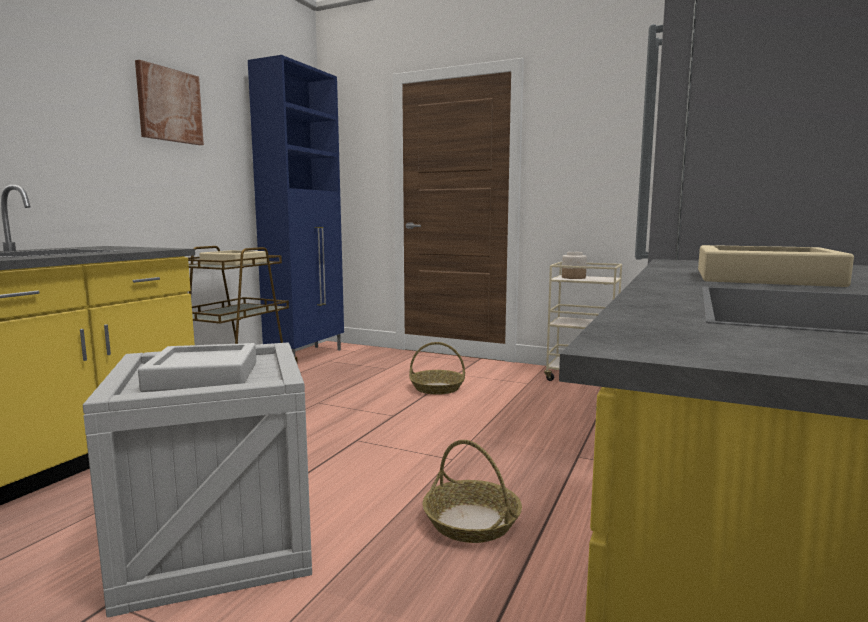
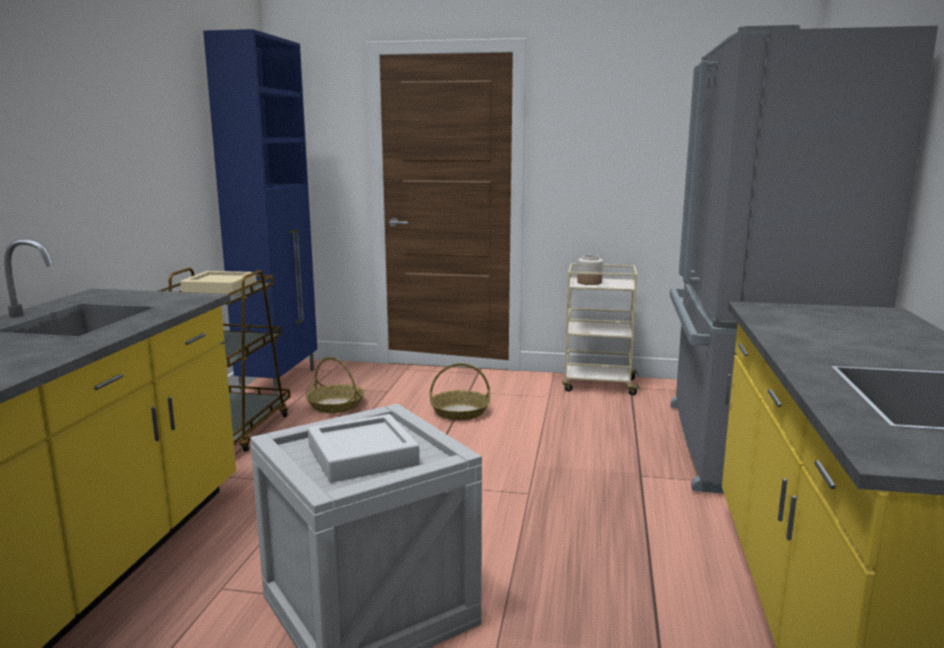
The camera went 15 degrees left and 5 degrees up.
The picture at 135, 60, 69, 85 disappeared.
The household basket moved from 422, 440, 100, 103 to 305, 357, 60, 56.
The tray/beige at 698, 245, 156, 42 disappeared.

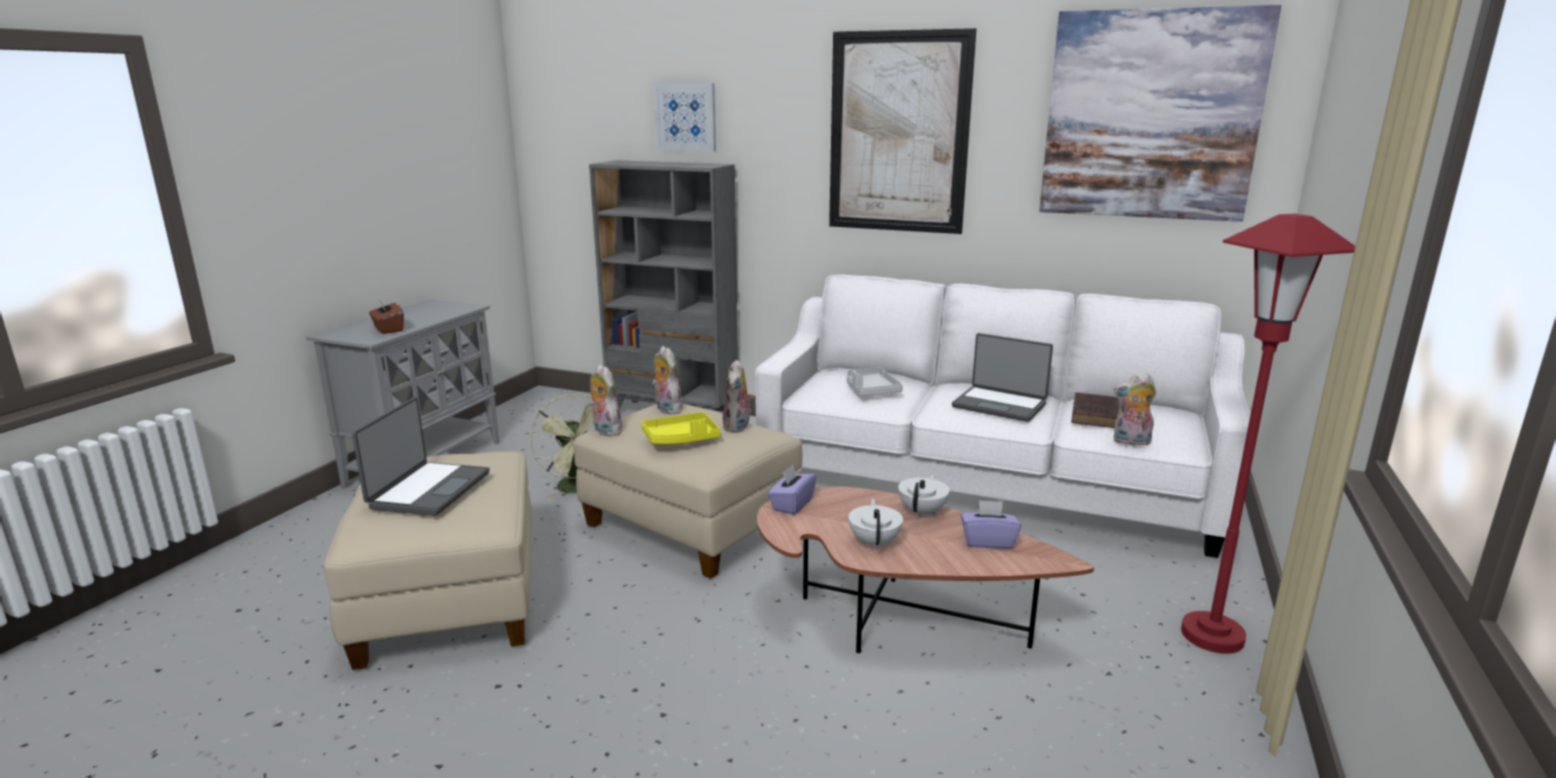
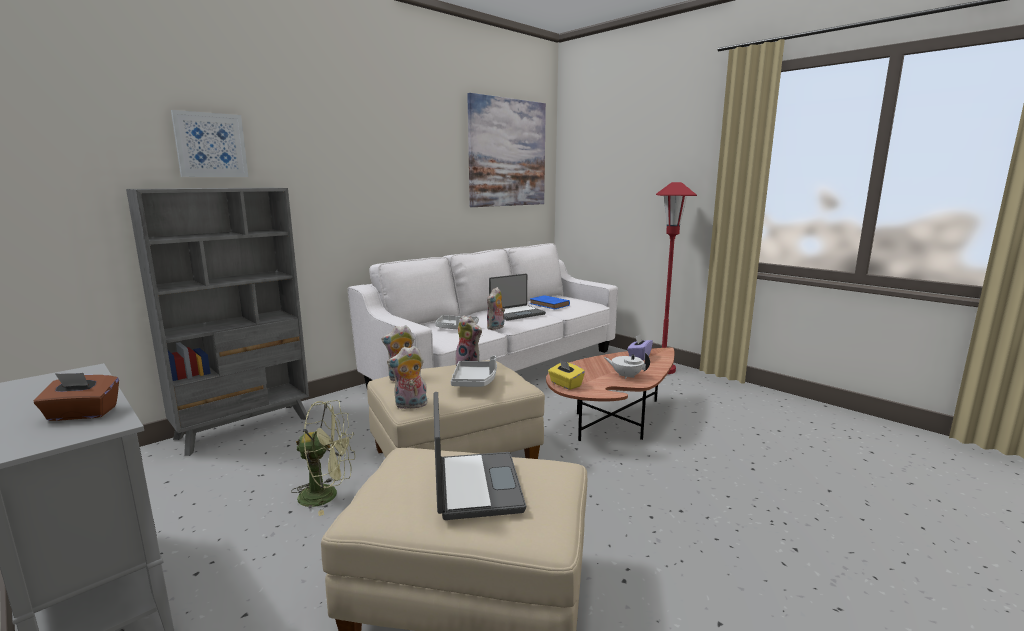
The camera went 65 degrees left and 5 degrees down.
The notebook computer at 352, 397, 138, 119 turned 45 degrees clockwise.
The tray/yellow at 641, 412, 80, 32 became the tray/greyish at 451, 356, 46, 31.
The tissue holder/purple-coloured at 768, 465, 48, 50 became the tissue holder/yellow at 548, 359, 37, 31.
The picture at 829, 28, 148, 206 disappeared.
The tea pot/whitish at 898, 473, 52, 45 disappeared.
The bound book/brownish at 1071, 393, 48, 35 became the bound book/bluish at 530, 295, 40, 14.
The cuddly toy moved from 1114, 373, 42, 72 to 487, 287, 18, 43.

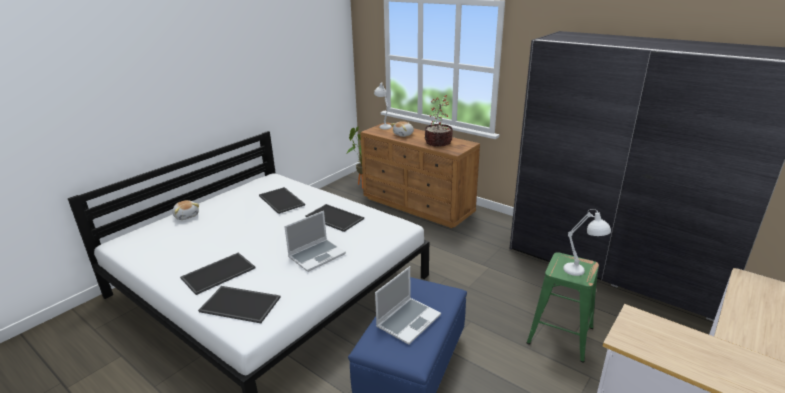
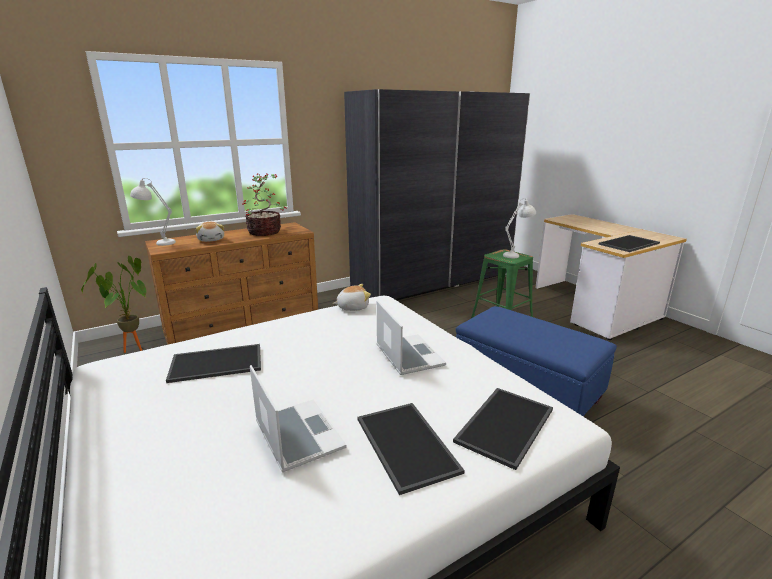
The camera went 70 degrees left and 5 degrees down.
The cuddly toy moved from 173, 200, 26, 20 to 333, 284, 38, 27.
The tray moved from 306, 204, 58, 28 to 598, 235, 62, 17.
The notebook computer moved from 375, 266, 66, 79 to 250, 365, 97, 107.

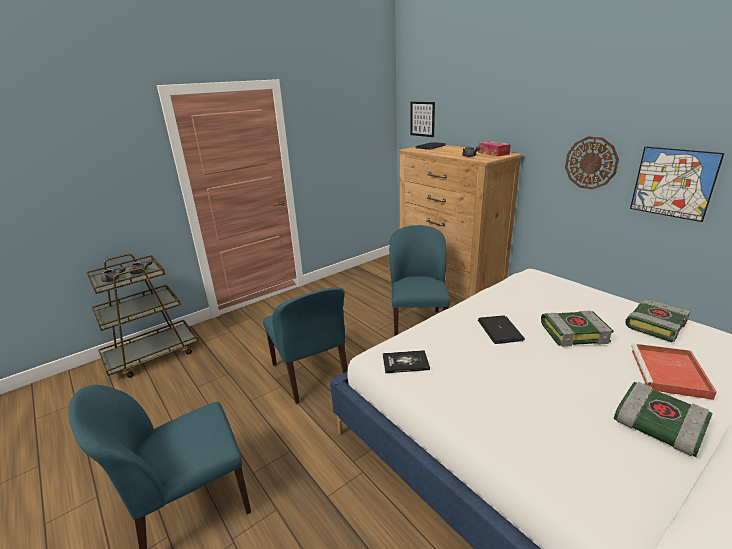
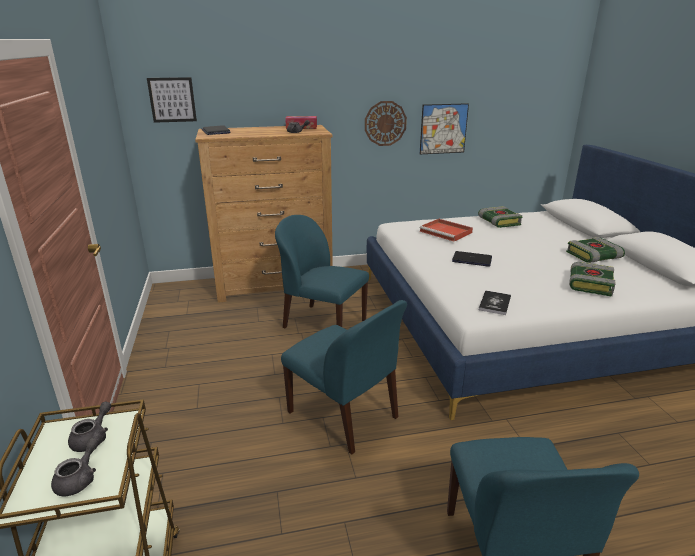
The camera went 65 degrees left and 0 degrees up.
The chair/bluish at 263, 287, 85, 117 turned 45 degrees clockwise.
The bound book moved from 541, 311, 73, 36 to 569, 262, 47, 34.
The tray/reddish moved from 631, 344, 86, 56 to 420, 219, 53, 23.

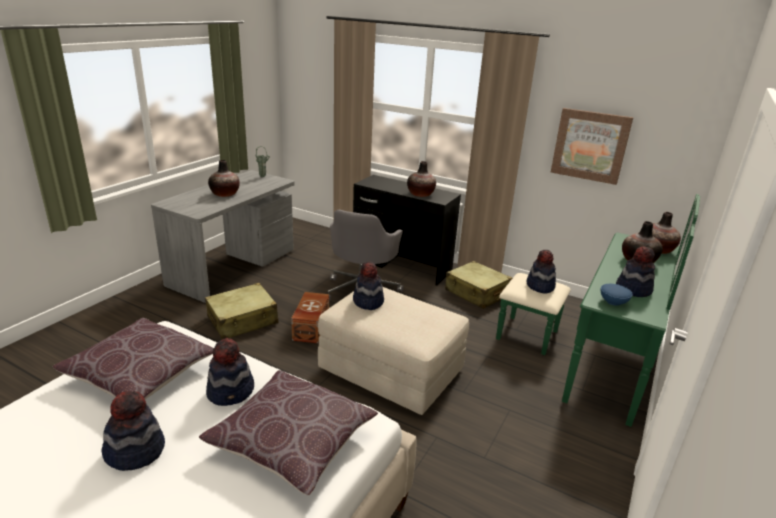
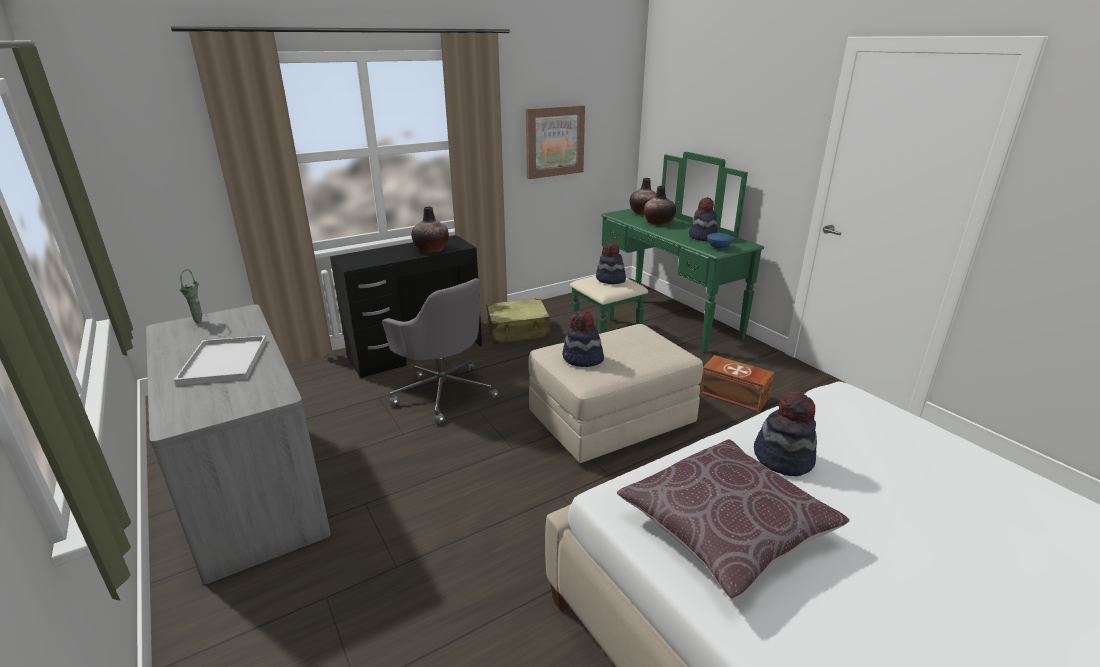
The camera went 60 degrees left and 0 degrees up.
The clothing hat at 102, 391, 63, 80 disappeared.
The throw pillow/brownish at 199, 370, 179, 125 disappeared.
The travel case/beige at 205, 283, 73, 56 disappeared.
The flower vase at 208, 160, 32, 37 was replaced by the tray/whitish at 174, 335, 93, 51.
The storage container/brownish moved from 291, 292, 38, 51 to 700, 355, 74, 58.

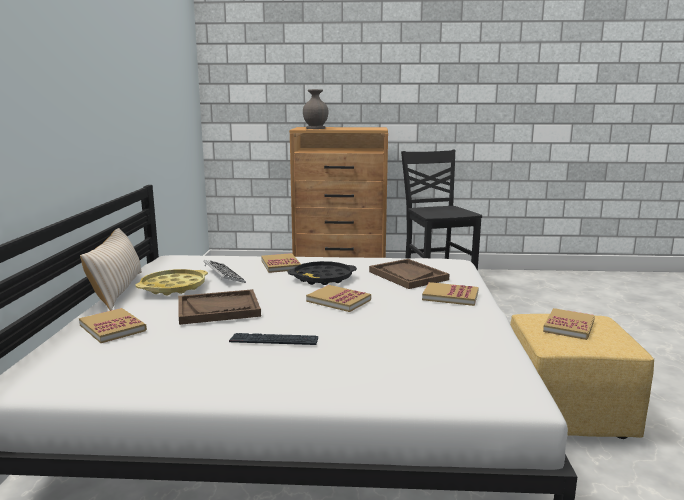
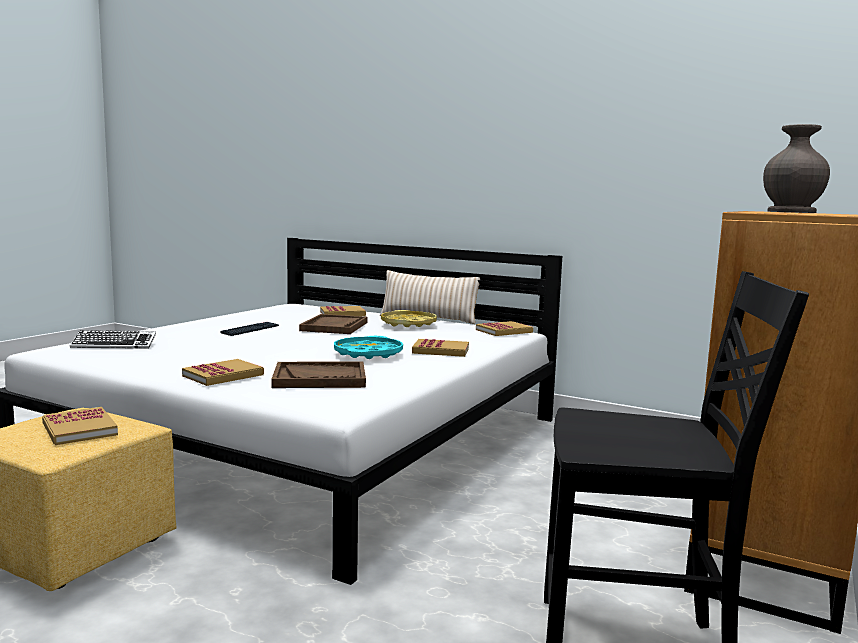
The camera went 115 degrees right and 5 degrees down.
The computer keyboard moved from 203, 260, 43, 23 to 70, 330, 86, 19.
The tray/blackish at 288, 261, 69, 24 became the tray/turquoise at 334, 336, 69, 23.
The bound book moved from 306, 285, 65, 27 to 476, 321, 57, 15.

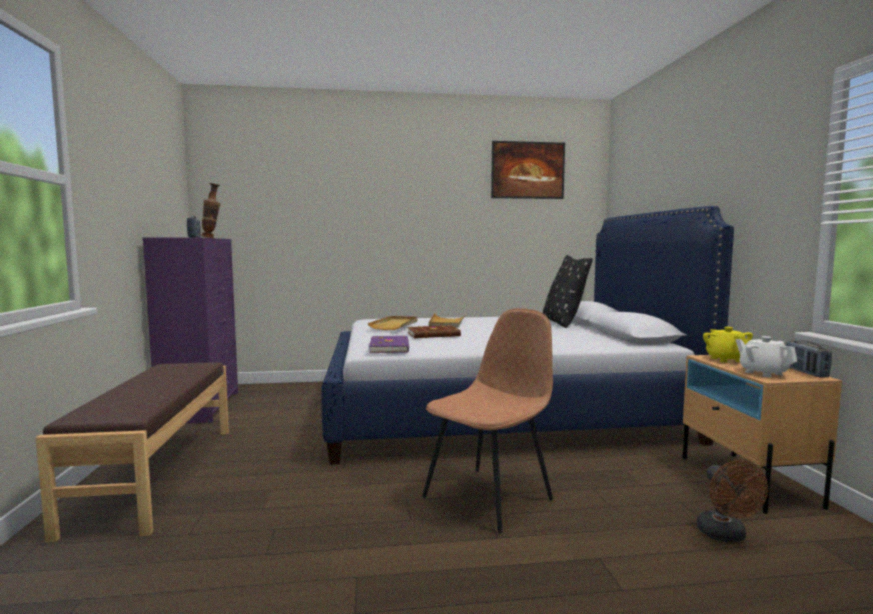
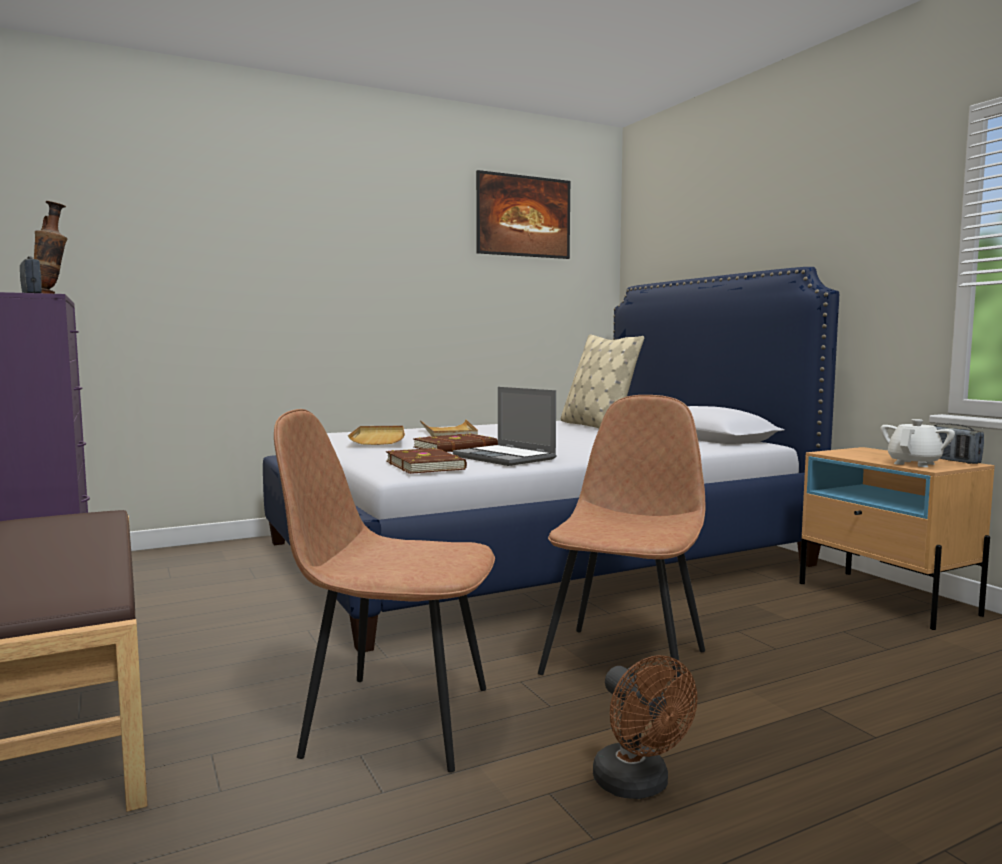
The camera went 20 degrees left and 0 degrees up.
The bound book/purple-coloured at 369, 336, 40, 17 became the bound book/brownish at 386, 448, 81, 26.
The throw pillow/blackish at 543, 255, 50, 73 became the throw pillow/beige at 561, 335, 83, 93.
The fan/brownish moved from 697, 460, 71, 82 to 593, 655, 105, 144.
The tea pot/yellow at 703, 327, 50, 36 disappeared.
The tea pot/whitish at 735, 336, 62, 41 turned 90 degrees clockwise.
The chair/brownish at 274, 409, 221, 363 appeared.
The notebook computer at 453, 387, 103, 79 appeared.

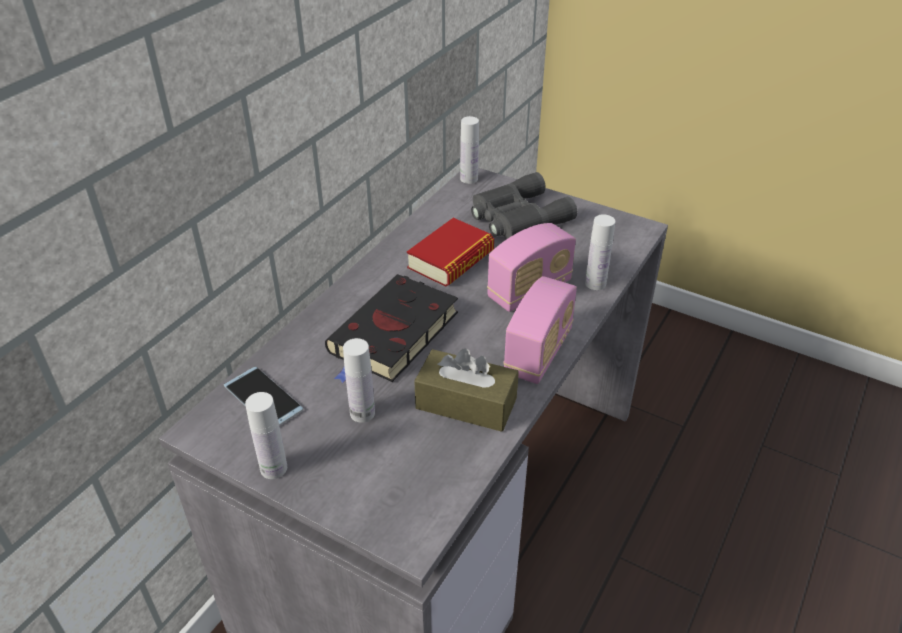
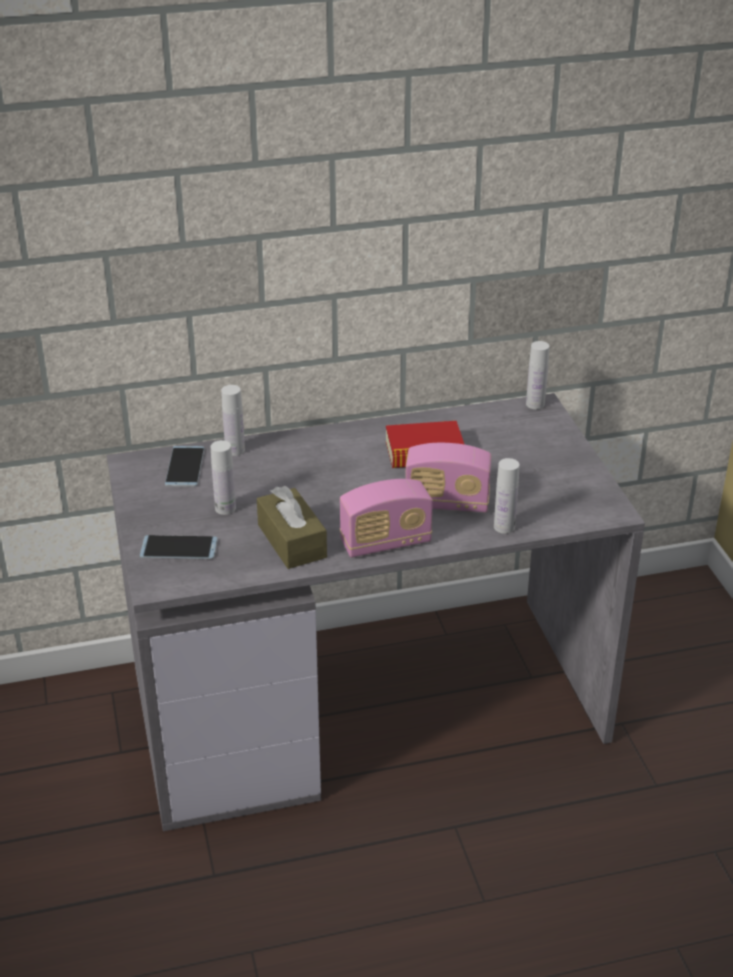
The camera went 45 degrees right and 5 degrees down.
The drink bottle/whitish moved from 245, 392, 42, 87 to 221, 385, 24, 71.
The bound book/blackish at 325, 274, 133, 109 disappeared.
The binoculars/greyish at 471, 172, 106, 66 disappeared.
The phone at 139, 535, 79, 24 appeared.

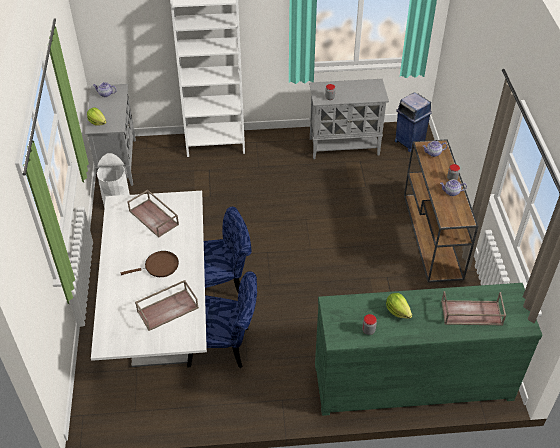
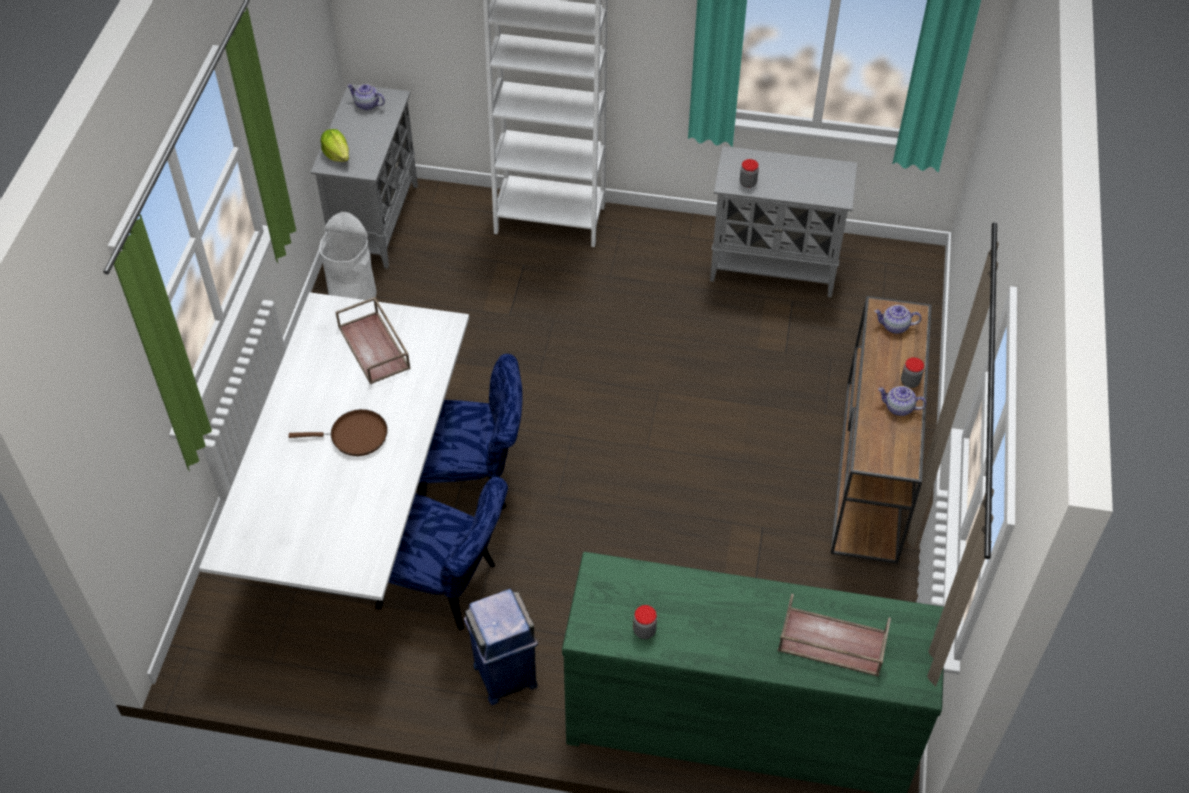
The camera went 15 degrees right and 5 degrees up.
The tray/brownish at 135, 280, 64, 51 disappeared.
The lettuce head at 386, 293, 26, 26 disappeared.
The waste bin/bluish moved from 395, 92, 37, 60 to 464, 589, 74, 116.

